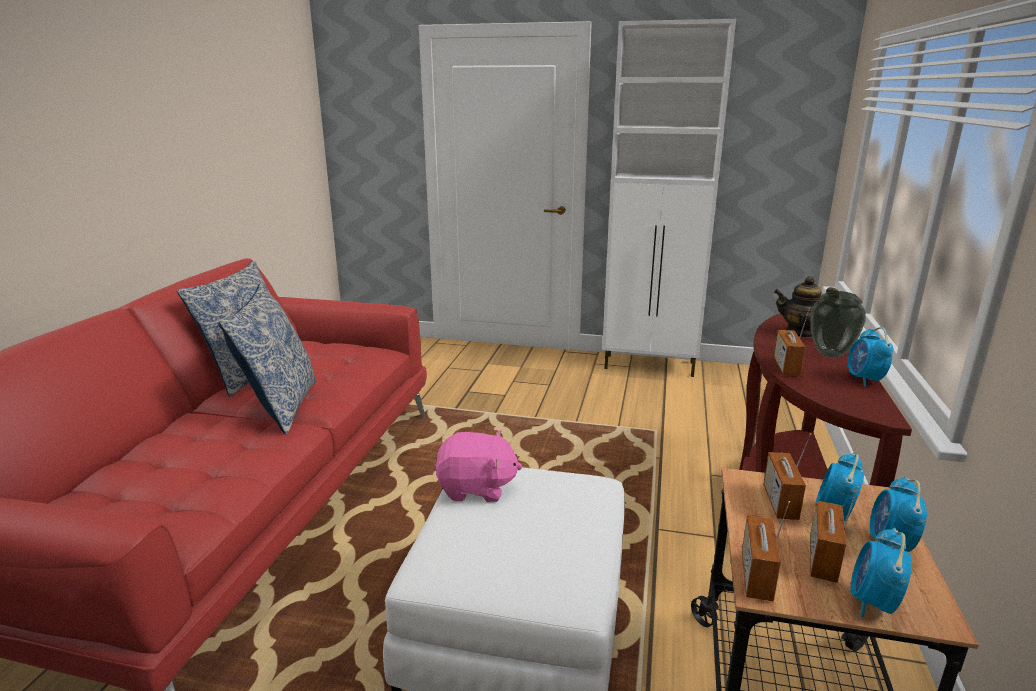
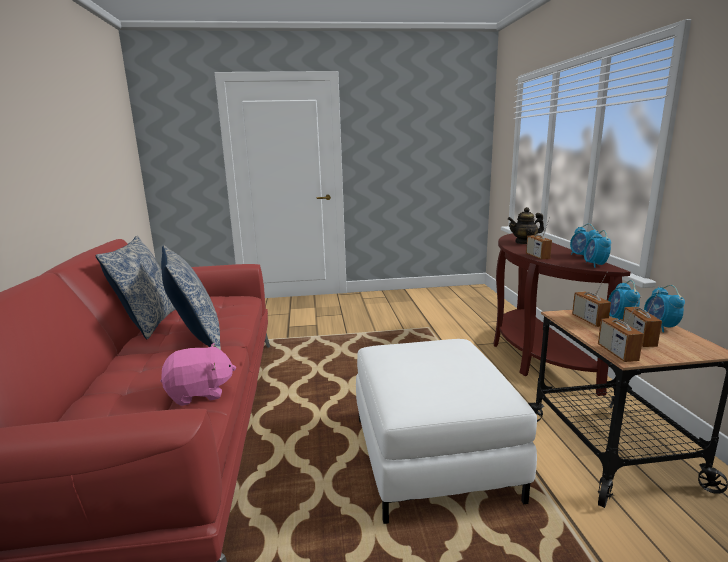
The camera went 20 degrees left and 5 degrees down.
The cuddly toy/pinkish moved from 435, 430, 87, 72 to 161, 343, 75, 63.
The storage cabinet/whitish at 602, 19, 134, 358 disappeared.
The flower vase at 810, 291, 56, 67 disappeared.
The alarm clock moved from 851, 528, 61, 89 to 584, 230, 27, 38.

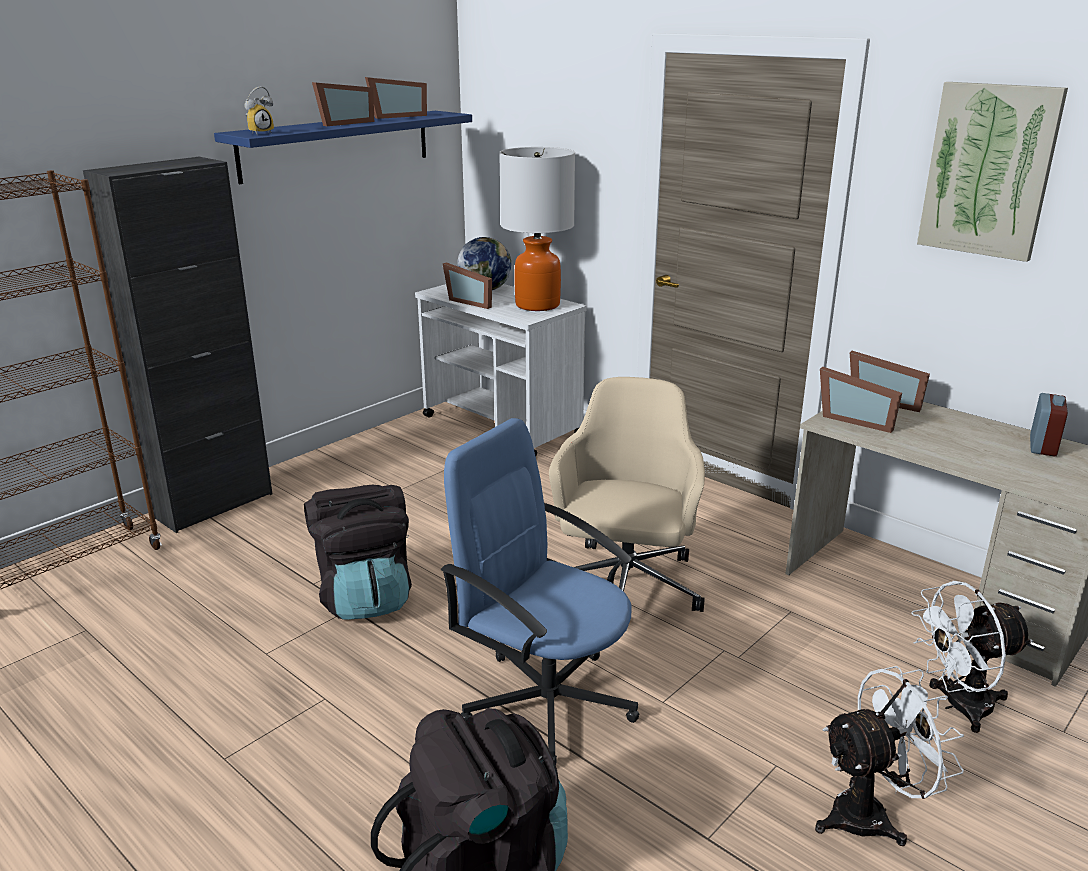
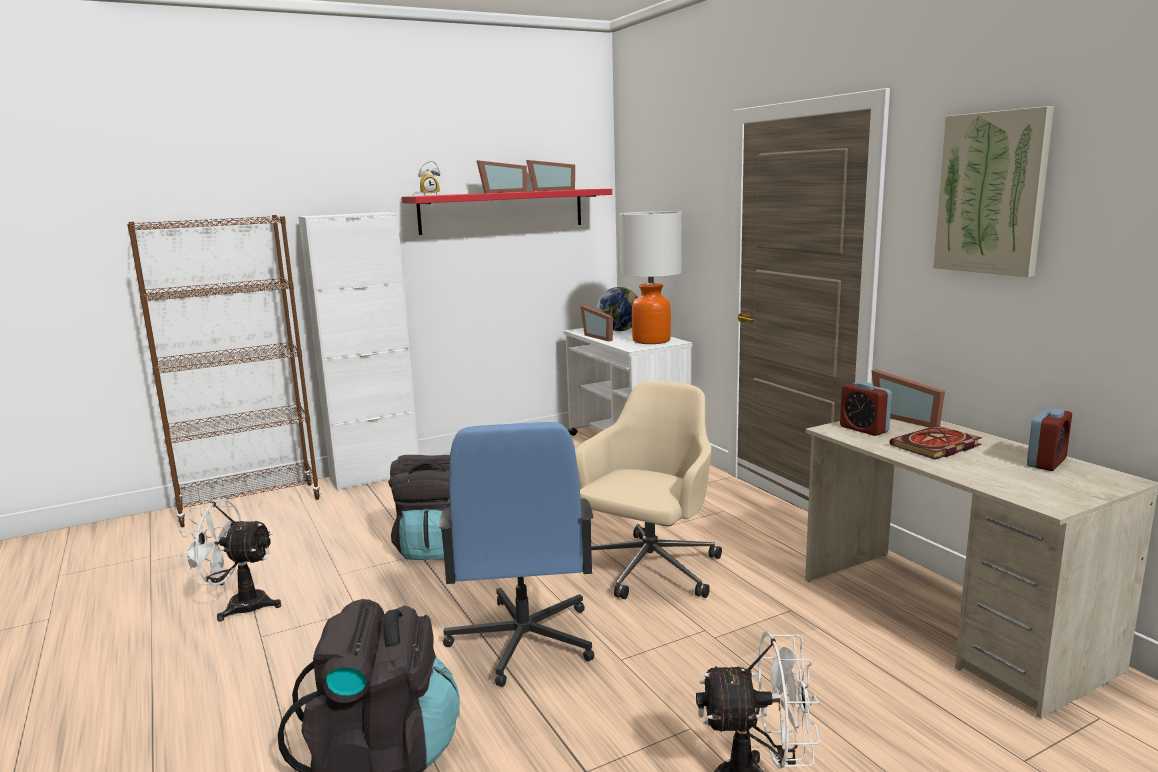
The camera went 20 degrees right and 10 degrees down.
The storage cabinet/blackish at 83, 157, 189, 376 became the storage cabinet/whitish at 298, 212, 121, 279.
The wall shelf/bluish at 214, 111, 258, 73 became the wall shelf/reddish at 402, 189, 210, 46.
The office chair/bluish at 441, 418, 198, 347 turned 150 degrees counterclockwise.
The photo frame at 820, 367, 82, 66 was replaced by the alarm clock at 840, 382, 52, 54.
The fan/whitish moved from 911, 581, 122, 152 to 177, 499, 104, 123.
The bound book at 890, 426, 92, 34 appeared.

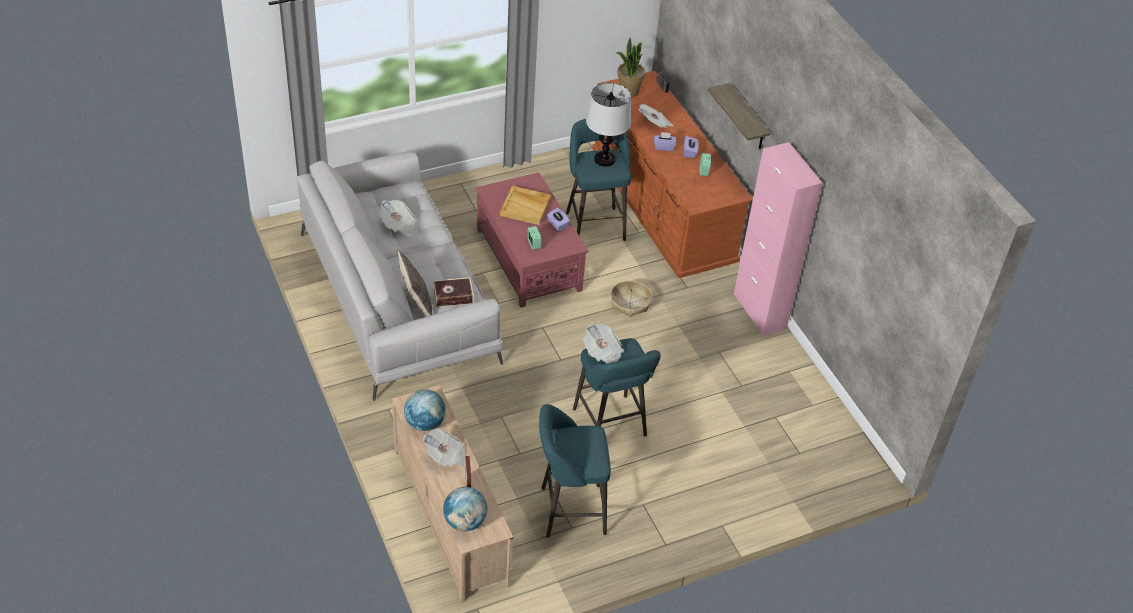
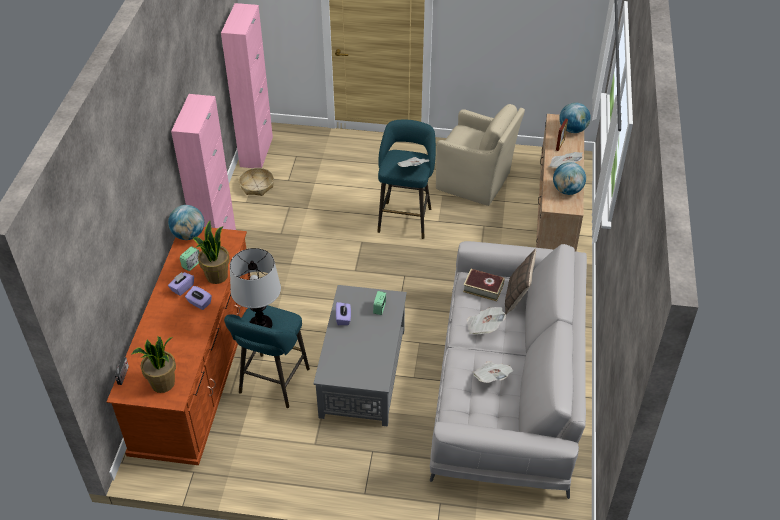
The camera went 145 degrees left and 0 degrees up.
The coffee table/reddish at 476, 172, 112, 136 became the coffee table/greyish at 313, 285, 94, 142.
The tray/beige at 500, 186, 51, 39 disappeared.
The sitting stool/turquoise at 539, 404, 72, 134 was replaced by the lounge chair/beige at 436, 104, 89, 102.
The household basket moved from 611, 281, 41, 36 to 239, 168, 35, 28.
The daily paper moved from 638, 104, 35, 24 to 467, 307, 39, 27.
The wall shelf at 707, 83, 63, 66 disappeared.
The globe at 168, 205, 36, 35 appeared.
The plant in a pot at 192, 220, 38, 64 appeared.
The storage cabinet/pinkish at 221, 3, 52, 165 appeared.

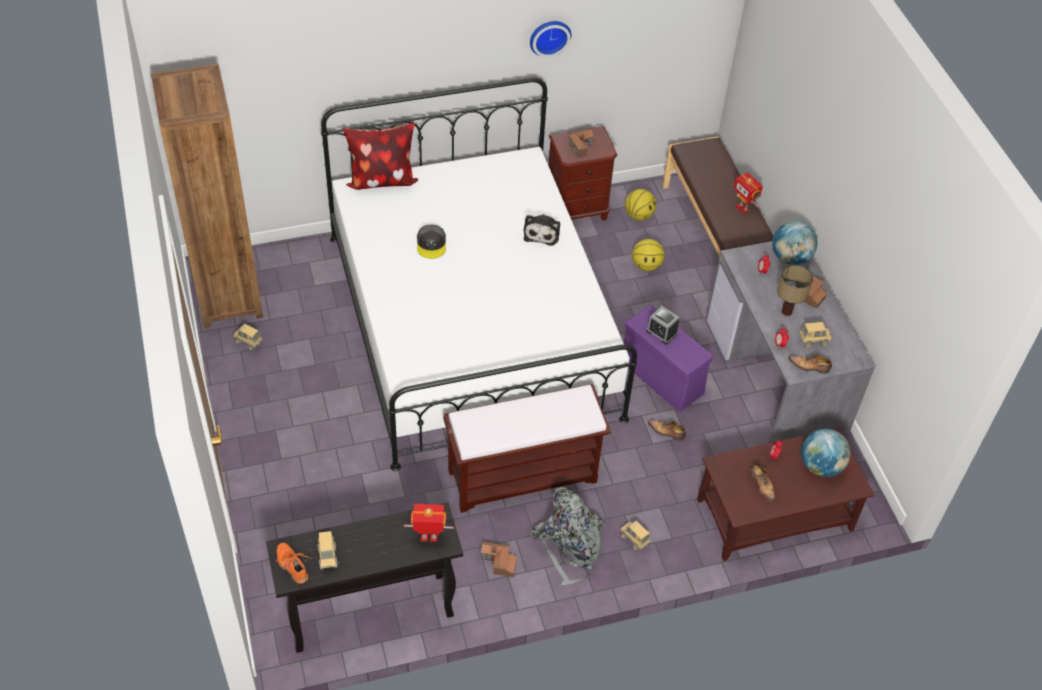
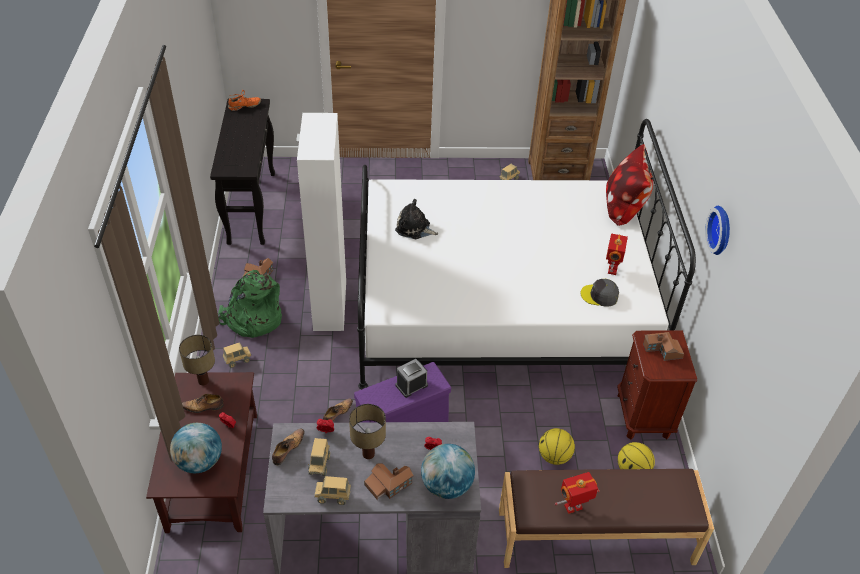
The camera went 105 degrees right and 5 degrees down.
The toy lorry moved from 317, 531, 21, 39 to 315, 476, 36, 29.
The robot figure moved from 403, 504, 51, 38 to 606, 234, 22, 41.
The baseball cap/greyish moved from 417, 224, 29, 35 to 580, 279, 39, 28.
The indoor bench/brownish at 443, 384, 168, 129 was replaced by the storage cabinet/whitish at 296, 113, 50, 218.
The cuddly toy moved from 524, 214, 36, 32 to 395, 199, 43, 40.
The backpack/greyish at 531, 487, 74, 99 became the backpack/greenish at 218, 270, 64, 68.
The tabletop lamp at 179, 335, 36, 50 appeared.

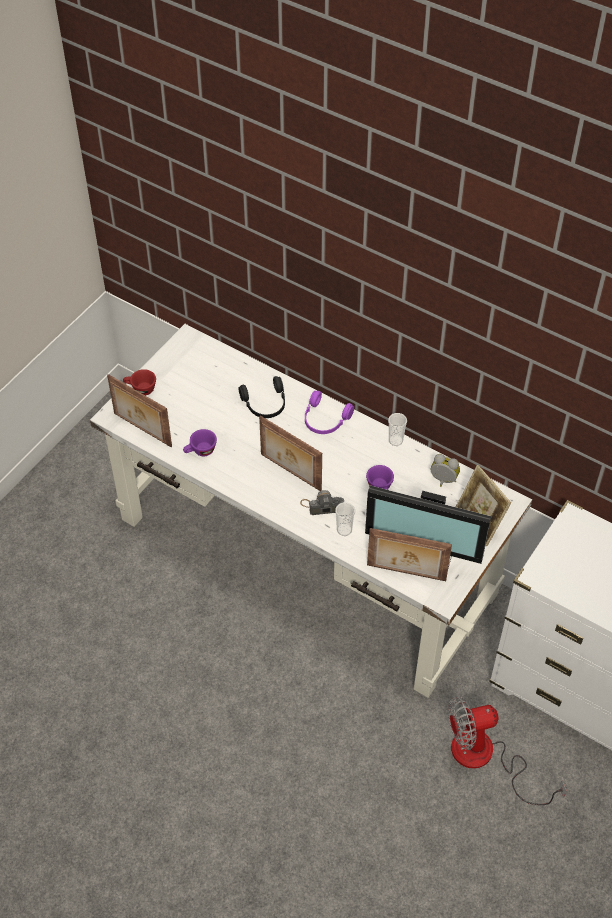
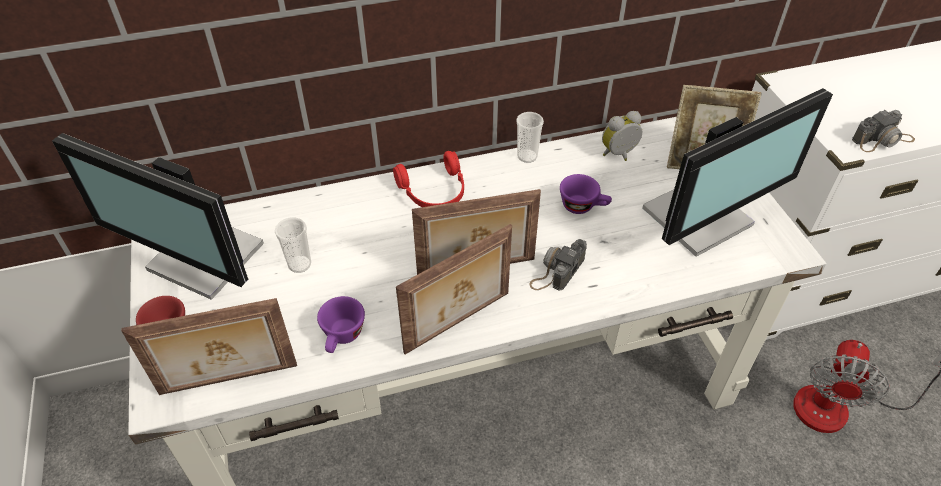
The camera went 50 degrees left and 5 degrees down.
The headset/blackish at 238, 376, 47, 42 disappeared.
The headset/purple-coloured at 305, 391, 49, 43 became the headset/reddish at 393, 151, 71, 56.
The drinking cup moved from 335, 502, 20, 34 to 275, 218, 36, 55.
The photo frame moved from 367, 528, 85, 53 to 396, 224, 116, 131.
The computer display at 52, 133, 212, 167 appeared.
The photo camera at 852, 109, 63, 43 appeared.

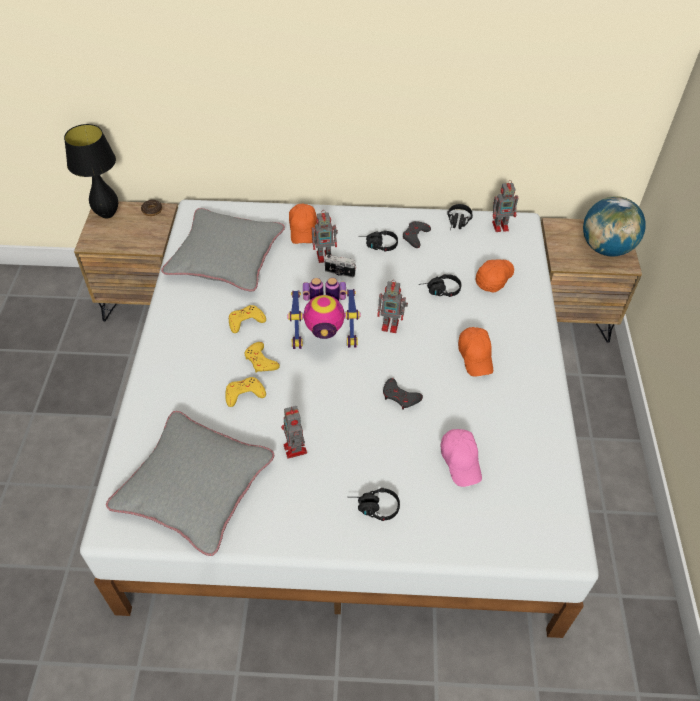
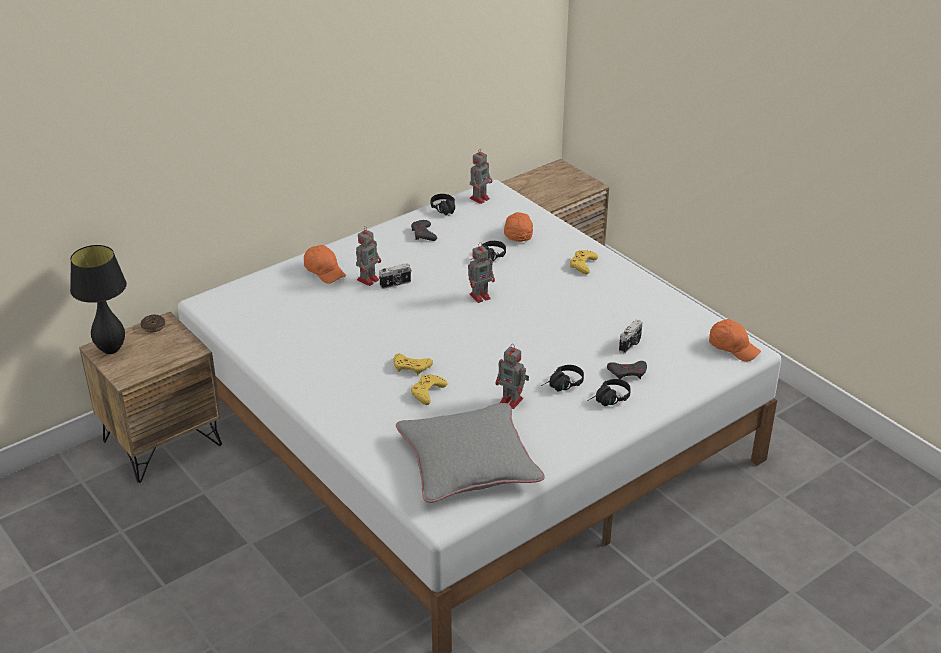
The camera went 40 degrees left and 15 degrees down.
The throw pillow/greyish at 161, 208, 124, 83 disappeared.
The joypad/yellow moved from 229, 305, 37, 28 to 570, 250, 28, 24.
The robot figure at 287, 278, 74, 71 disappeared.
The headset/blackish moved from 358, 230, 40, 21 to 541, 365, 43, 27.
The joypad/greyish moved from 383, 378, 40, 32 to 607, 361, 40, 18.
The baseball cap/pinkish at 441, 429, 41, 58 was replaced by the photo camera at 619, 320, 24, 33.
The baseball cap/orangey moved from 458, 327, 35, 50 to 709, 319, 52, 42.
The globe at 583, 196, 63, 60 disappeared.

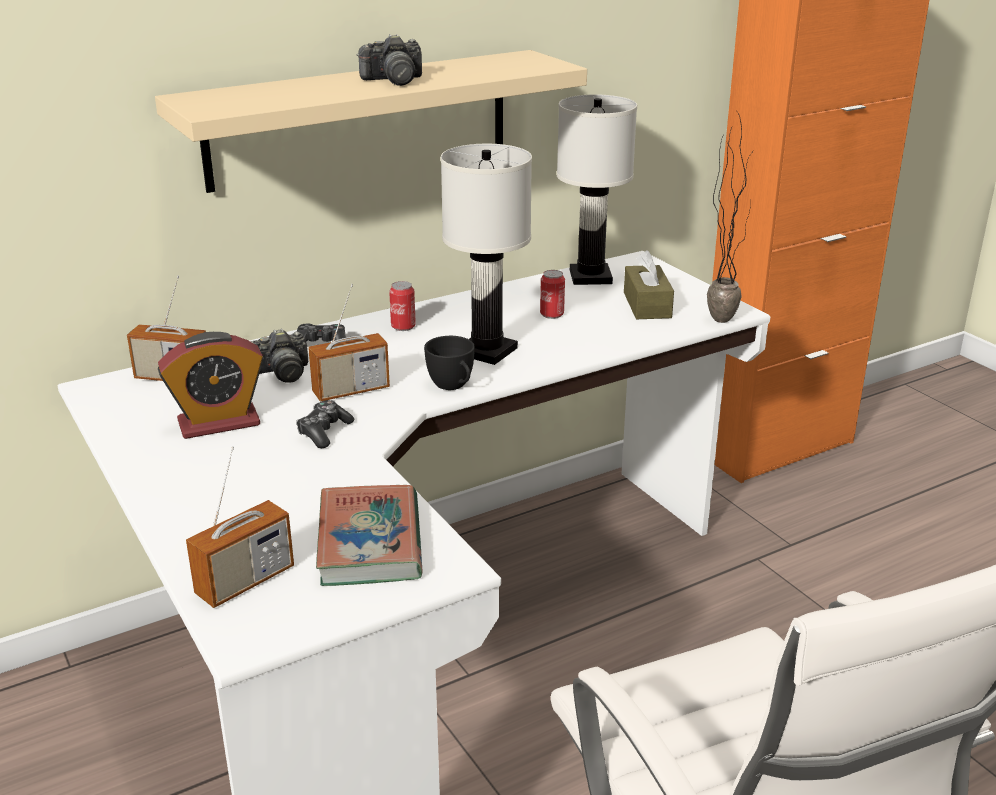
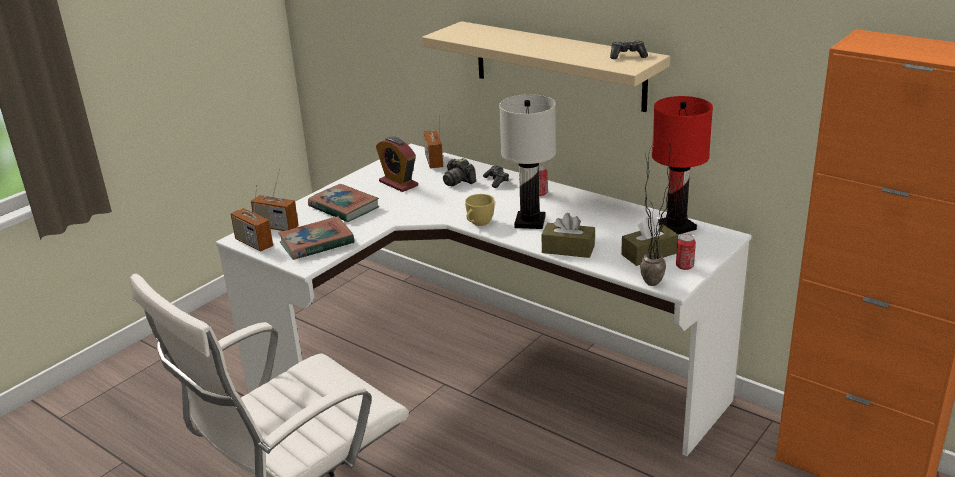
The camera went 70 degrees right and 0 degrees up.
The joypad moved from 296, 400, 59, 48 to 610, 41, 38, 18.
The radio set moved from 308, 284, 82, 118 to 231, 185, 42, 67.
The photo camera at 357, 34, 65, 52 disappeared.
The drinking cup/blackish at 424, 336, 51, 54 became the drinking cup/yellow at 465, 194, 30, 32.
The can moved from 540, 270, 25, 49 to 676, 234, 20, 36.
The tabletop lamp/whitish at 557, 94, 80, 191 became the tabletop lamp/reddish at 652, 96, 61, 139.
The bound book at 308, 184, 71, 38 appeared.
The tissue holder/brownish at 541, 213, 54, 45 appeared.

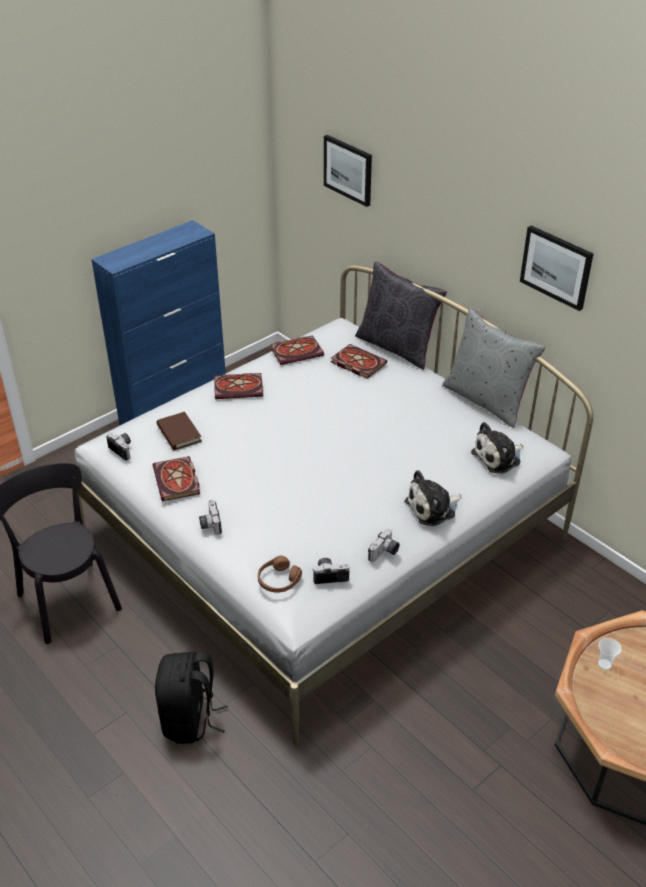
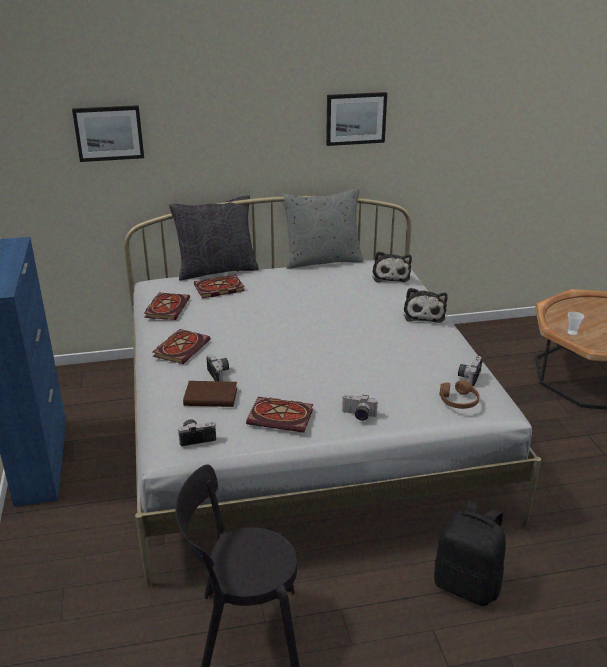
The camera went 60 degrees left and 10 degrees down.
The photo camera moved from 368, 529, 32, 33 to 207, 354, 22, 27.

